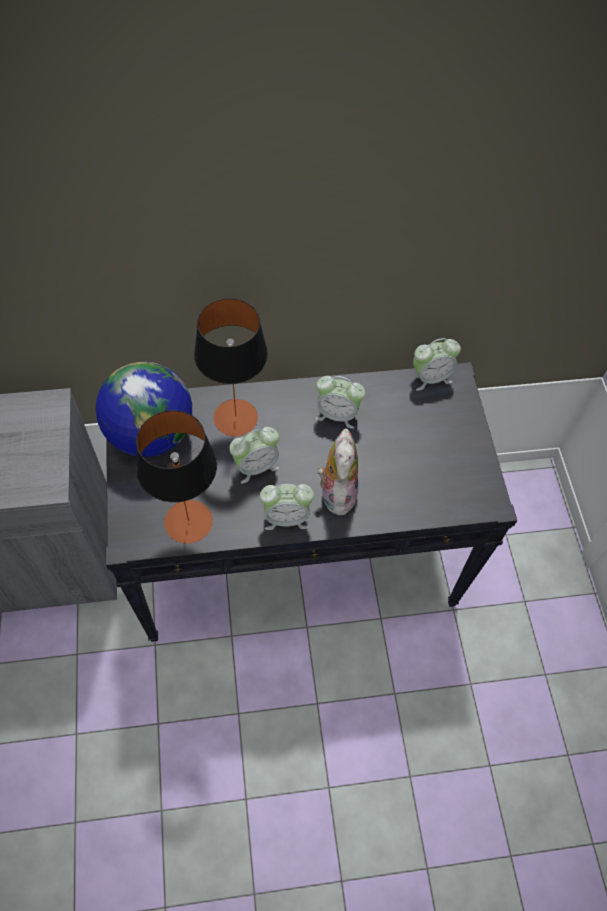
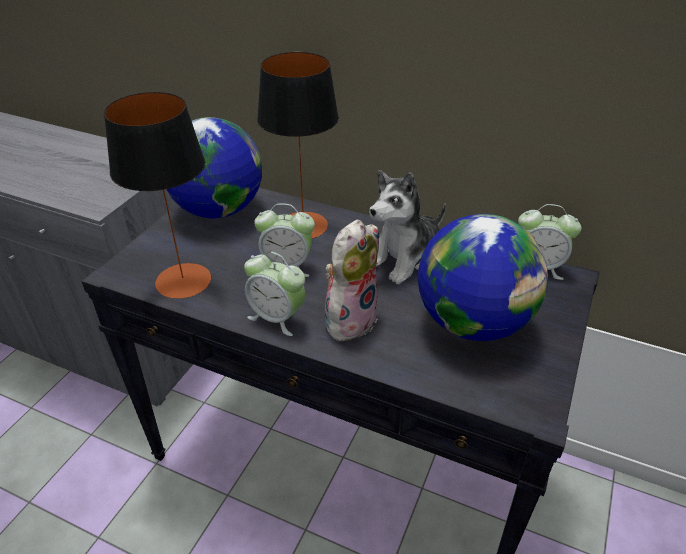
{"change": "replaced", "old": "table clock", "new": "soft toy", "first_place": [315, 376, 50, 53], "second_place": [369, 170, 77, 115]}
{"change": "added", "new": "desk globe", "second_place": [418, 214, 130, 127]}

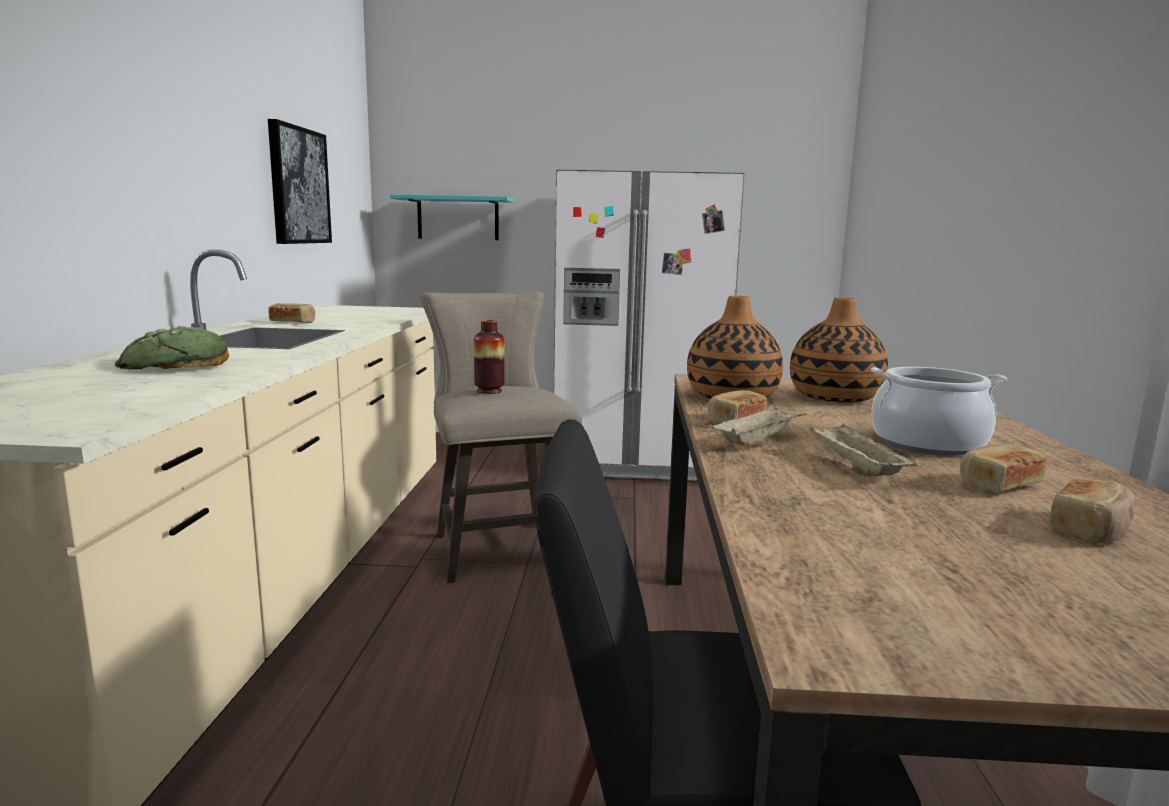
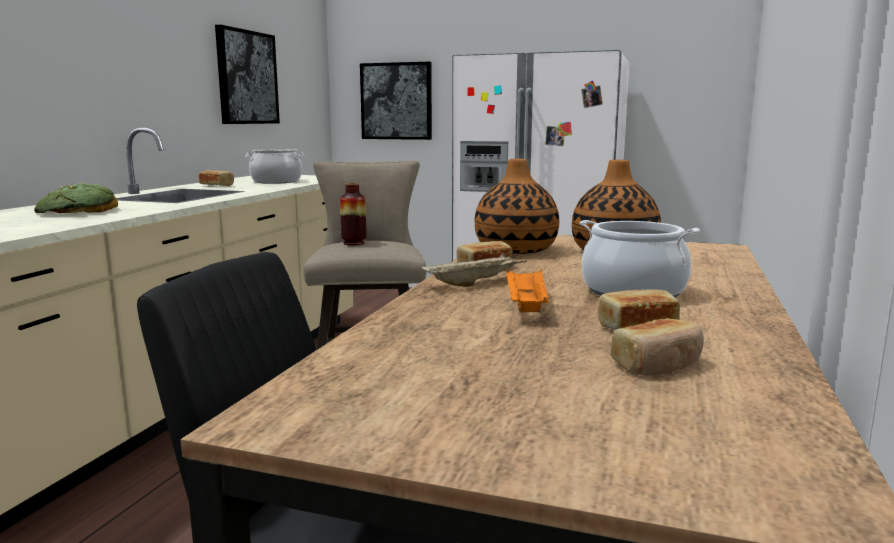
{"change": "added", "new": "cooking pot", "second_place": [246, 149, 58, 35]}
{"change": "replaced", "old": "bracket shelf in turquoise", "new": "picture", "first_place": [390, 194, 124, 46], "second_place": [360, 62, 72, 78]}
{"change": "recoloured", "old": "serving tray in beige", "new": "serving tray in orange-coloured", "first_place": [810, 424, 109, 52], "second_place": [506, 269, 43, 43]}

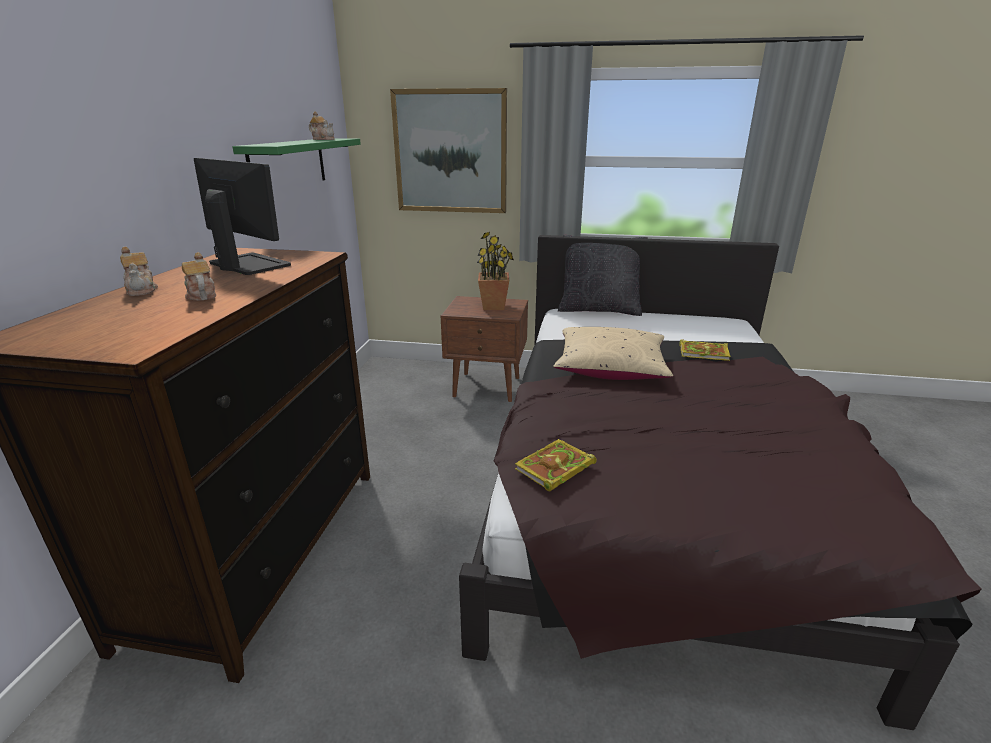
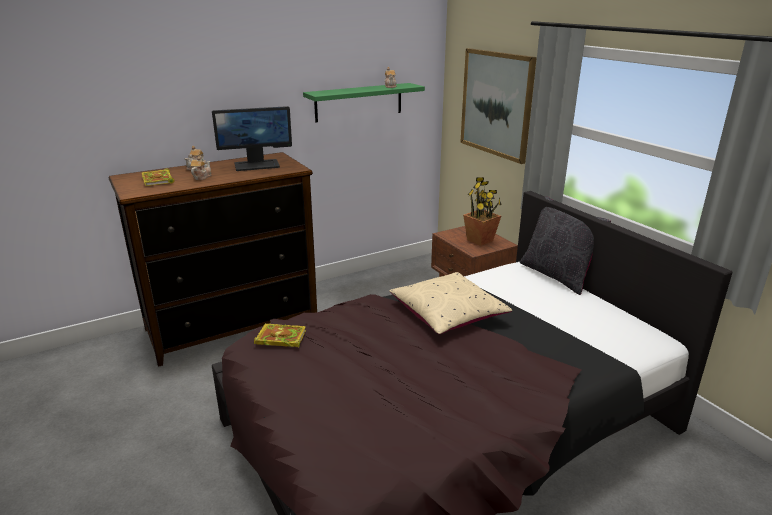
{"change": "moved", "old": "volume", "first_place": [679, 339, 52, 22], "second_place": [142, 169, 32, 17]}
{"change": "turned", "old": "computer screen", "first_place": [194, 158, 97, 117], "second_place": [212, 106, 80, 65], "degrees": 75}

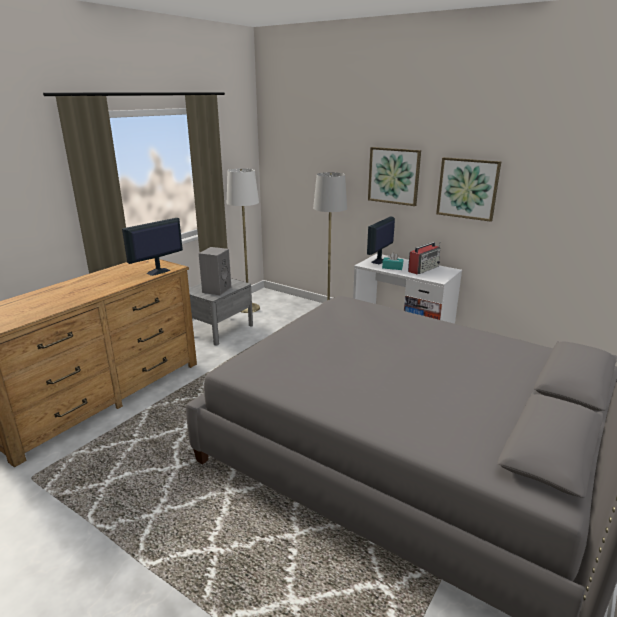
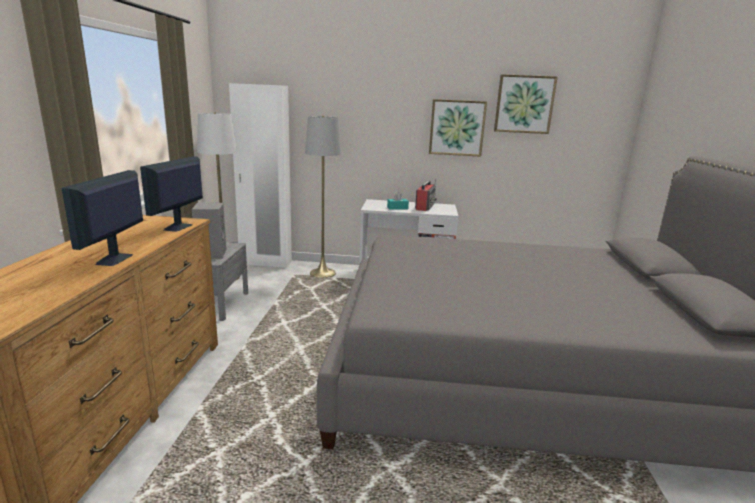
{"change": "moved", "old": "computer screen", "first_place": [367, 216, 28, 48], "second_place": [62, 170, 81, 96]}
{"change": "added", "new": "clothes cupboard in whitish", "second_place": [229, 83, 63, 185]}
{"change": "moved", "old": "picture", "first_place": [368, 147, 53, 59], "second_place": [494, 74, 64, 60]}

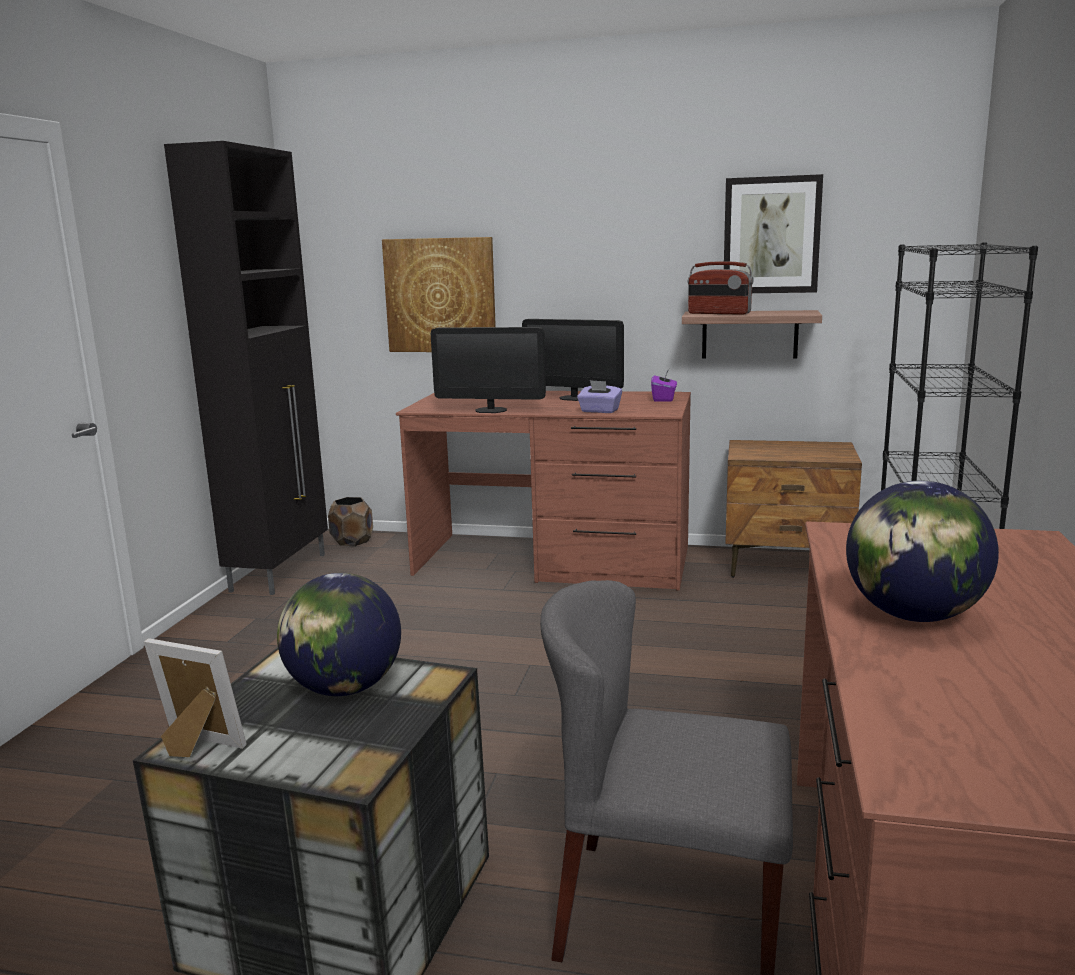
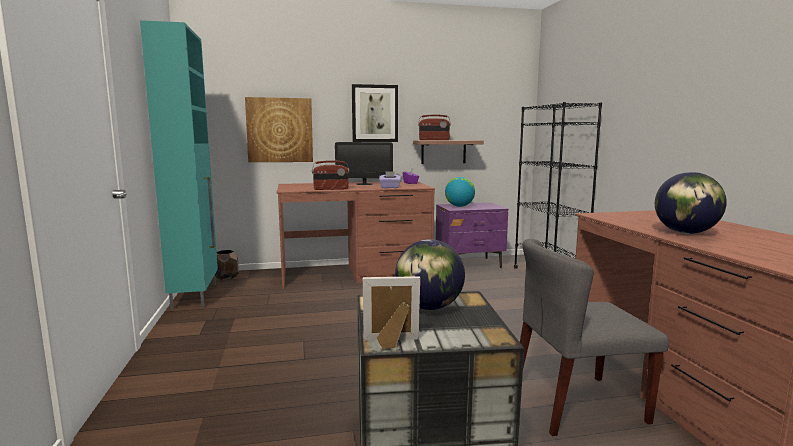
{"change": "recoloured", "old": "cupboard in blackish", "new": "cupboard in turquoise", "first_place": [164, 141, 164, 454], "second_place": [140, 20, 78, 290]}
{"change": "replaced", "old": "computer screen", "new": "radio receiver", "first_place": [430, 327, 116, 86], "second_place": [312, 160, 37, 30]}
{"change": "moved", "old": "picture", "first_place": [724, 174, 99, 119], "second_place": [352, 84, 46, 58]}
{"change": "recoloured", "old": "nightstand in brown", "new": "nightstand in purplish", "first_place": [725, 440, 137, 138], "second_place": [436, 203, 72, 65]}
{"change": "added", "new": "desk globe", "second_place": [445, 177, 30, 30]}

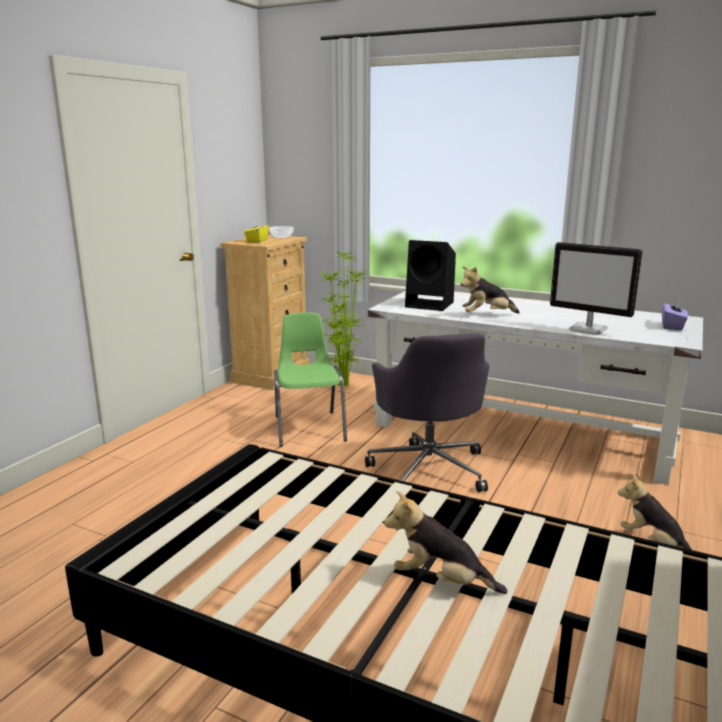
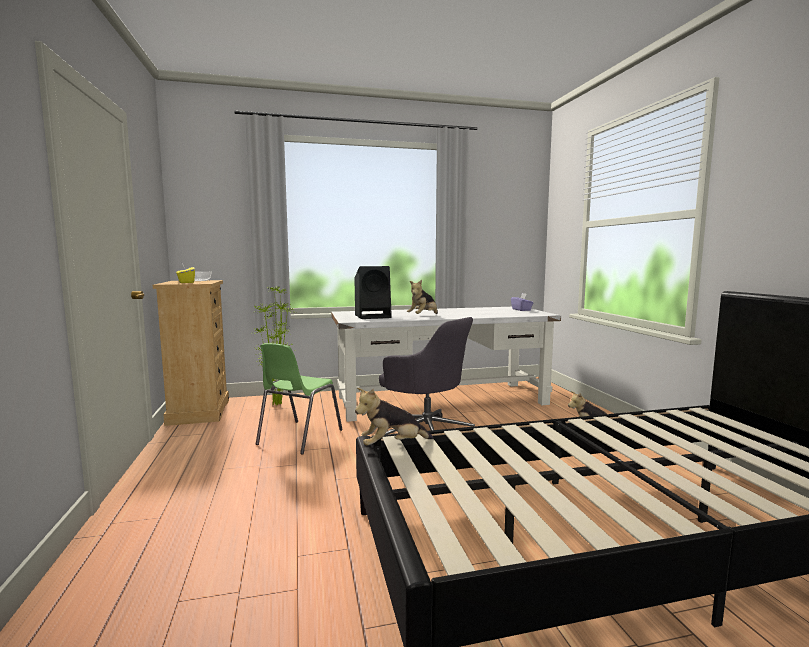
{"change": "turned", "old": "plain chair in greenish", "first_place": [274, 313, 73, 134], "second_place": [256, 343, 87, 112], "degrees": -105}
{"change": "moved", "old": "soft toy", "first_place": [384, 491, 123, 103], "second_place": [355, 388, 78, 57]}
{"change": "removed", "old": "computer screen", "first_place": [550, 242, 93, 93]}

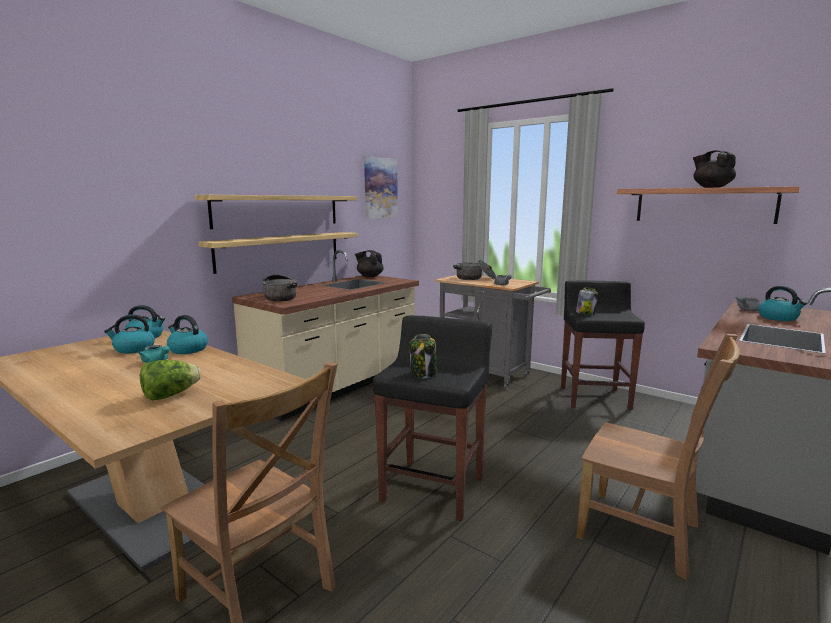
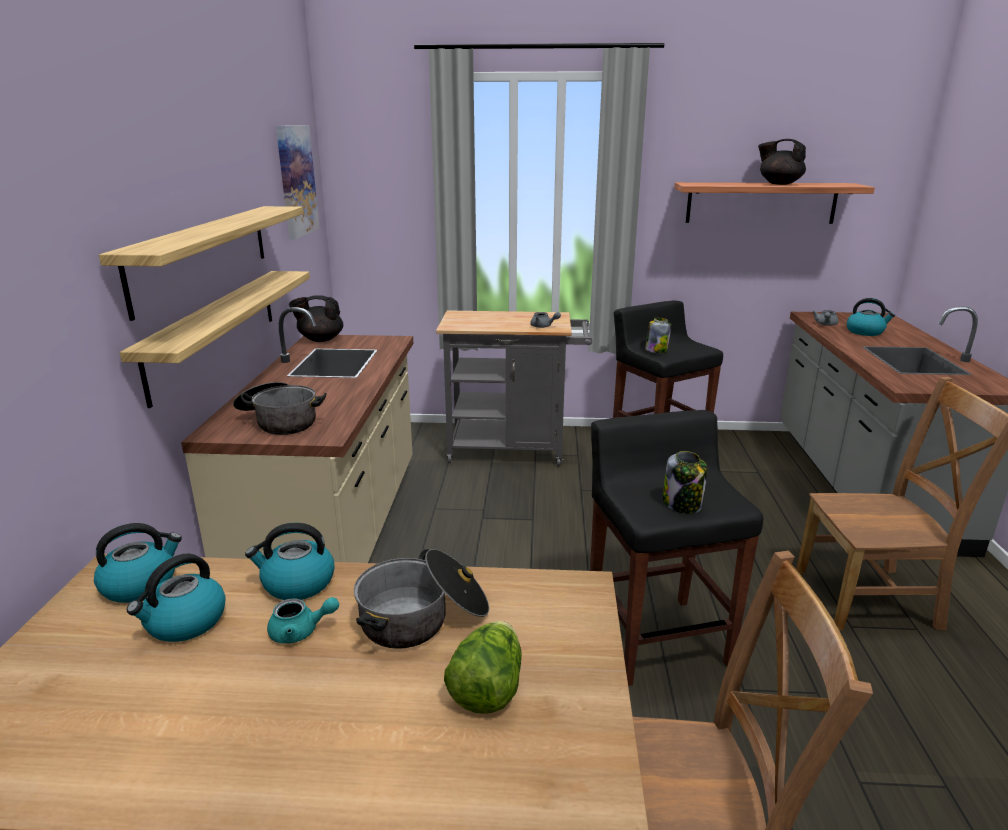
{"change": "moved", "old": "cooking pot", "first_place": [453, 260, 43, 20], "second_place": [354, 549, 135, 100]}

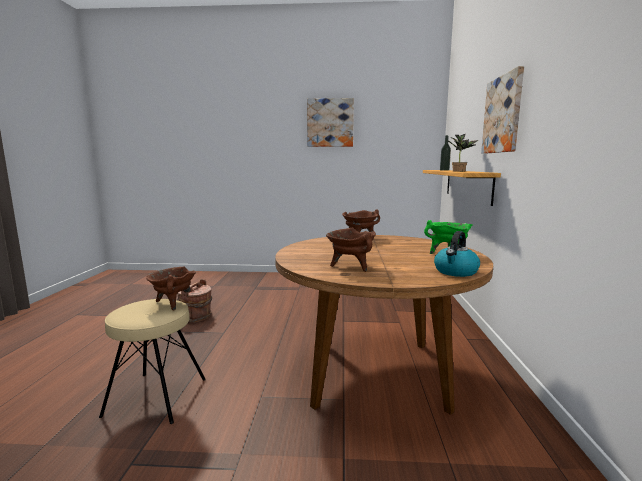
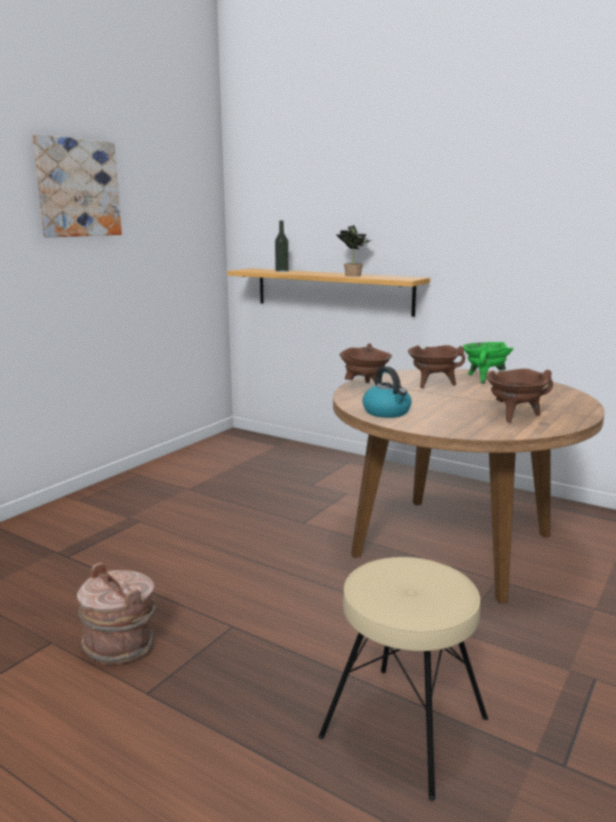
{"change": "moved", "old": "tea kettle", "first_place": [434, 231, 46, 46], "second_place": [362, 366, 50, 52]}
{"change": "moved", "old": "cooking pot in brown", "first_place": [146, 266, 50, 44], "second_place": [408, 345, 57, 43]}
{"change": "removed", "old": "picture", "first_place": [481, 66, 43, 88]}

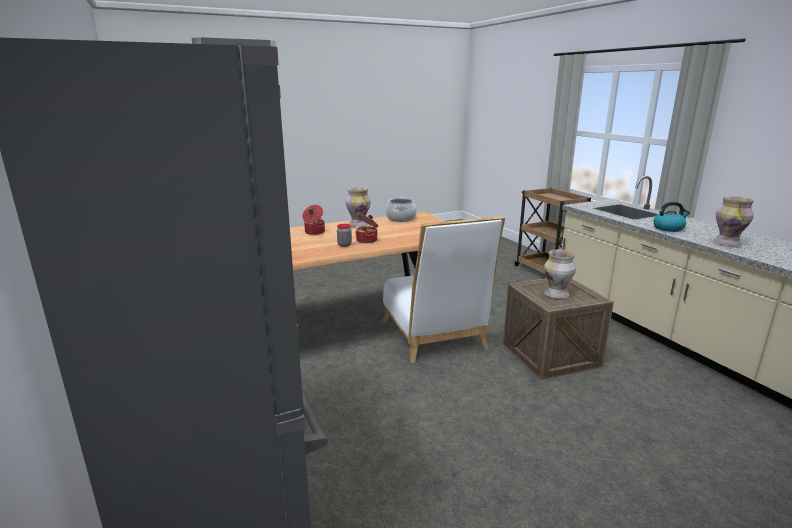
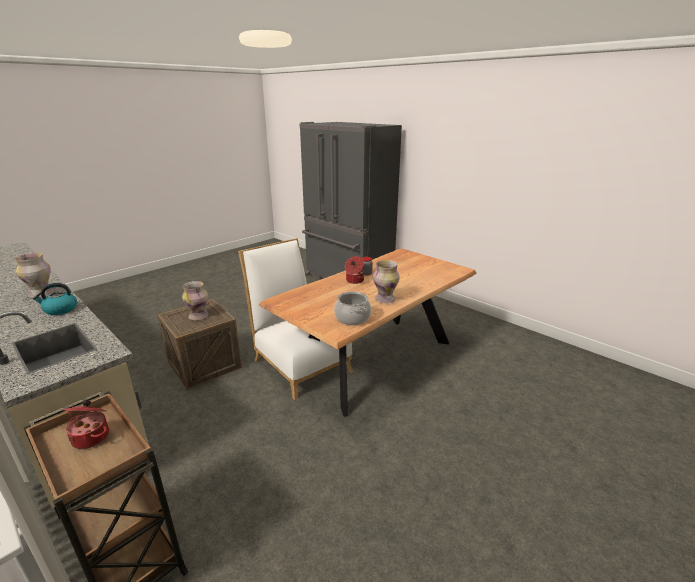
{"change": "moved", "old": "cooking pot", "first_place": [302, 205, 23, 30], "second_place": [62, 401, 47, 48]}

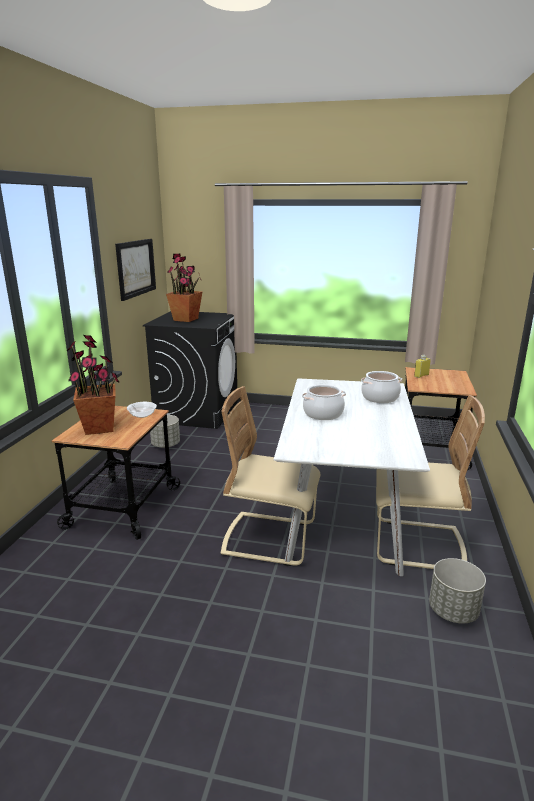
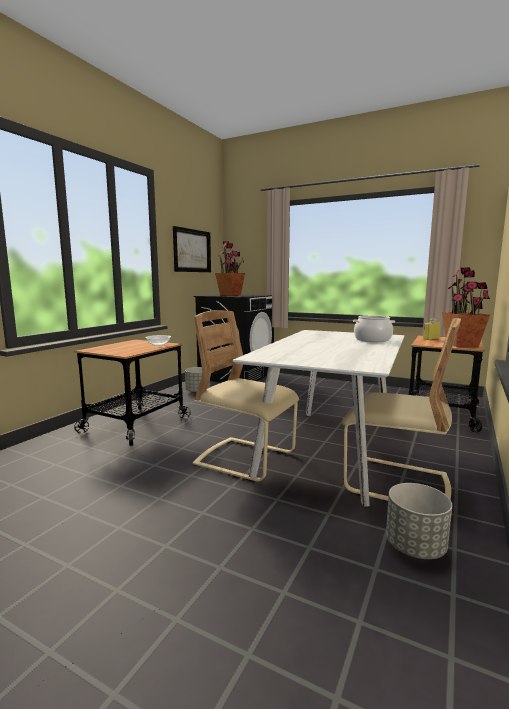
{"change": "moved", "old": "plant in a pot", "first_place": [66, 335, 54, 100], "second_place": [442, 267, 48, 80]}
{"change": "removed", "old": "cooking pot", "first_place": [302, 385, 44, 35]}

